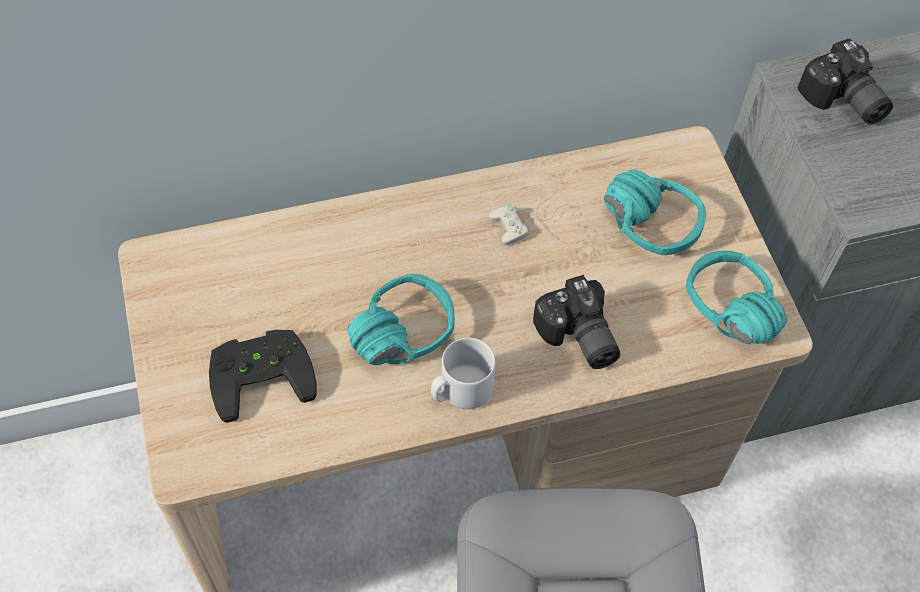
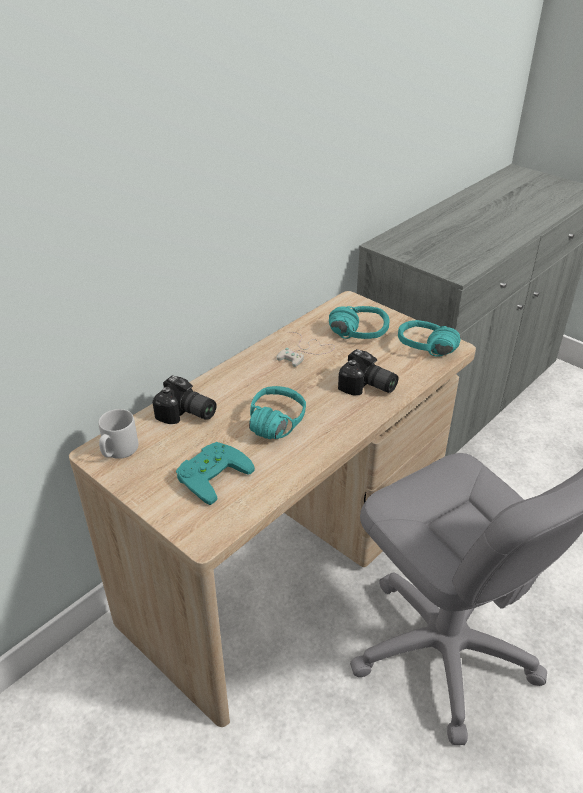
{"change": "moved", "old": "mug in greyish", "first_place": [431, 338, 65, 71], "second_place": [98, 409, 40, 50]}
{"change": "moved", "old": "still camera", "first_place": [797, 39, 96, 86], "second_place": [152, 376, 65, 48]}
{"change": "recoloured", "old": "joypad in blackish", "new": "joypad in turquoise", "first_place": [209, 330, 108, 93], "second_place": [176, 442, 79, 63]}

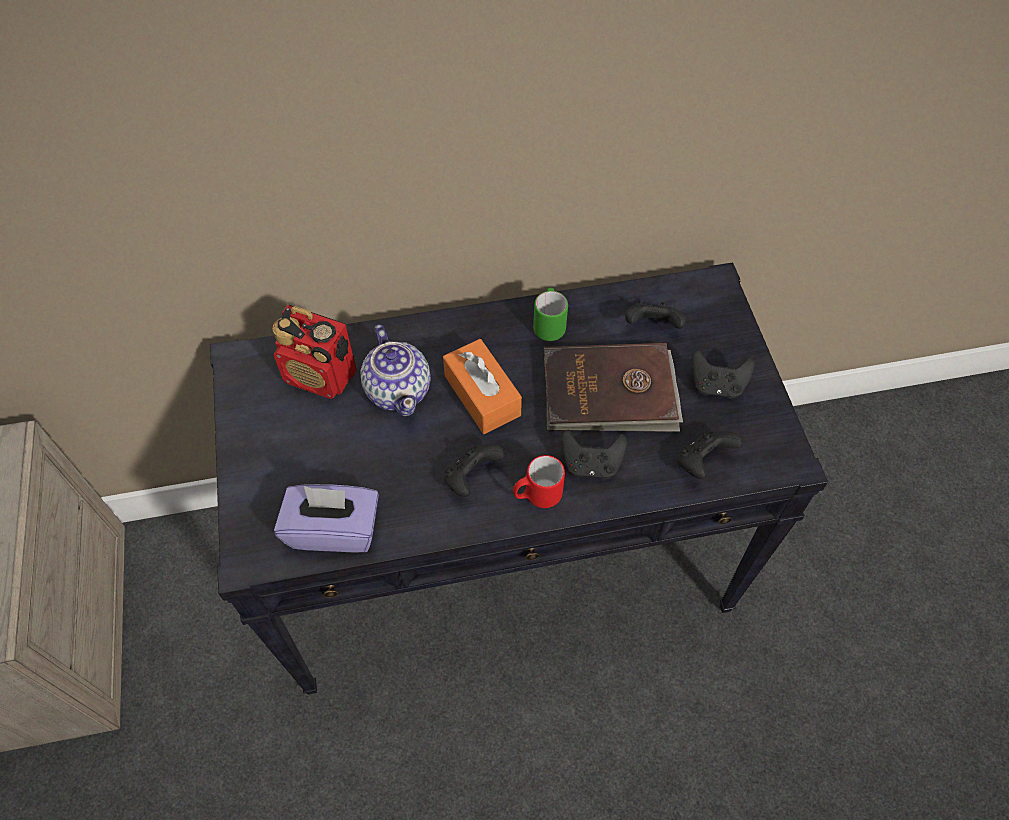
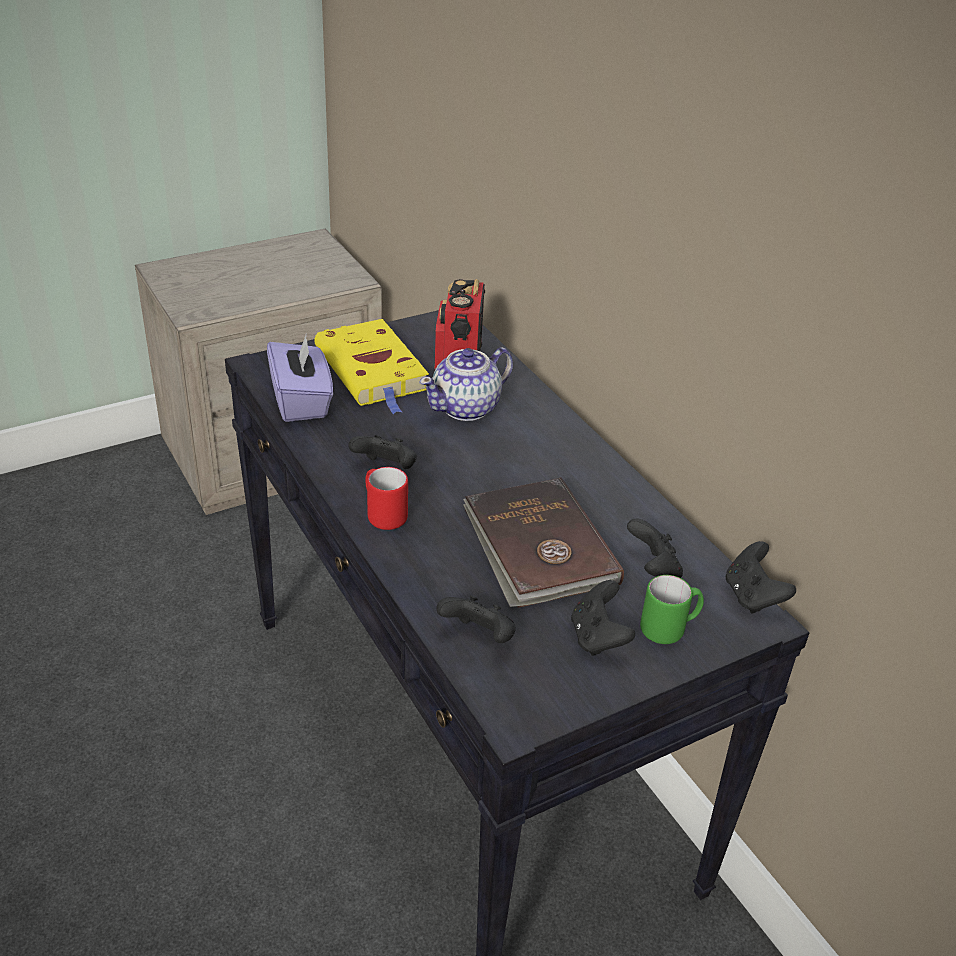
{"change": "added", "new": "volume in yellow-coloured", "second_place": [314, 319, 115, 95]}
{"change": "moved", "old": "mug in greenish", "first_place": [533, 288, 35, 53], "second_place": [640, 575, 64, 69]}
{"change": "moved", "old": "joypad in blackish", "first_place": [561, 430, 66, 49], "second_place": [726, 541, 70, 73]}
{"change": "removed", "old": "tissue box in orange-coloured", "first_place": [443, 339, 79, 95]}

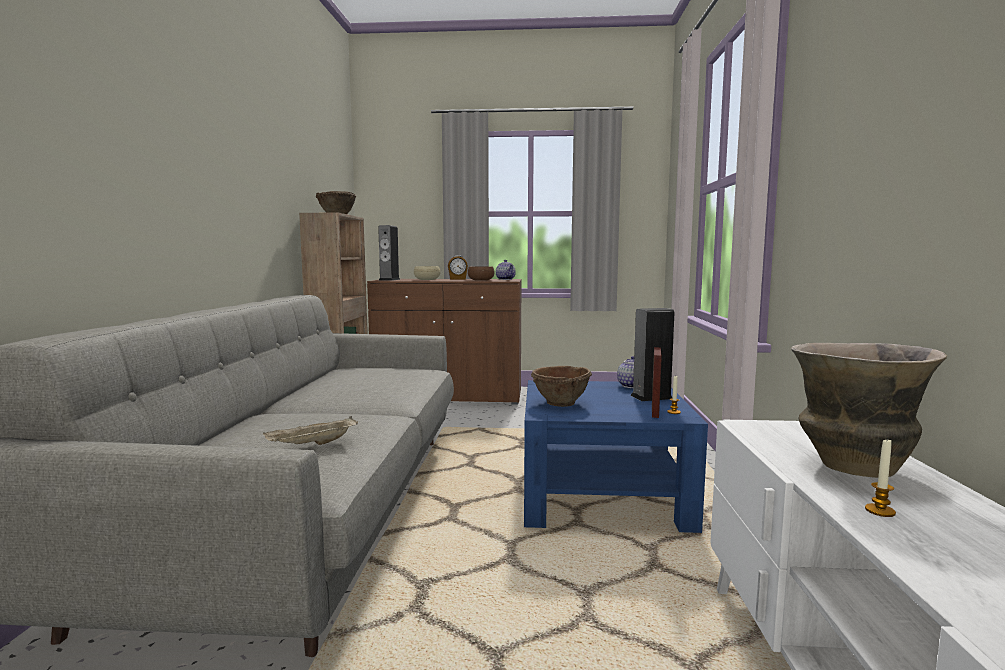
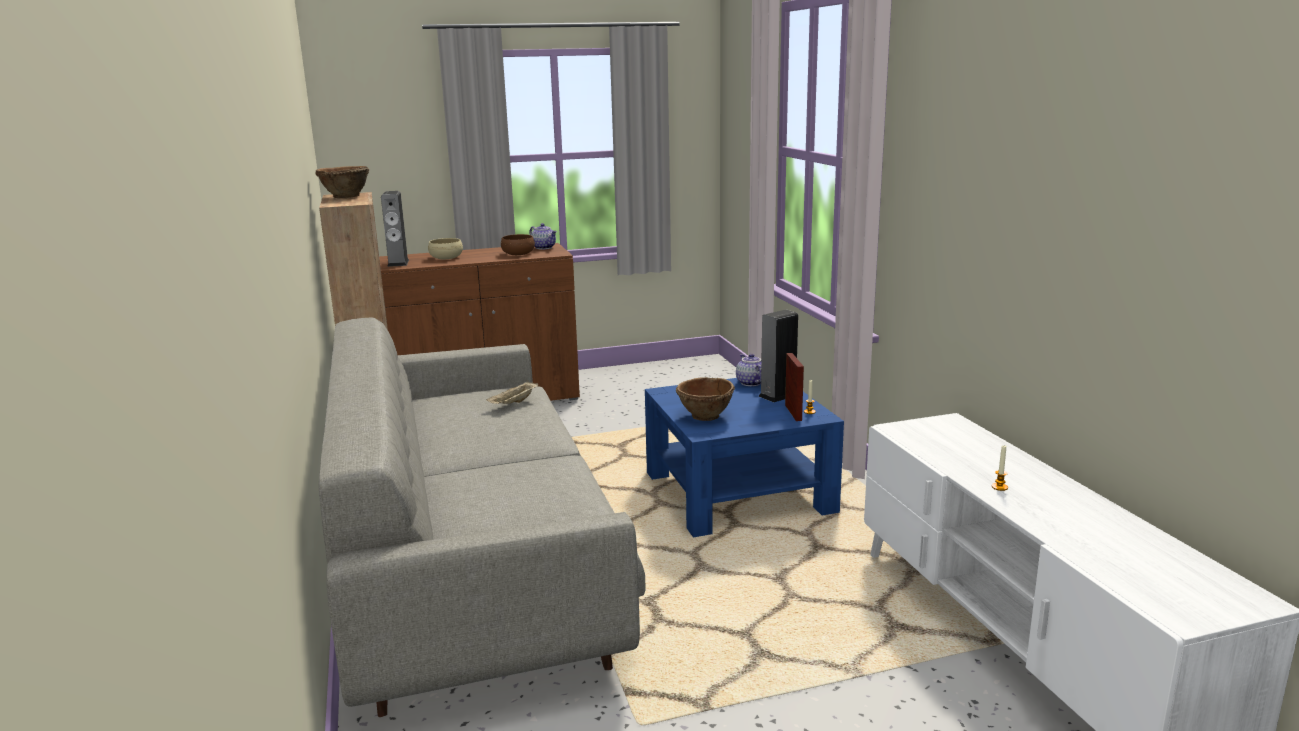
{"change": "moved", "old": "serving tray in beige", "first_place": [263, 416, 95, 29], "second_place": [486, 380, 53, 24]}
{"change": "removed", "old": "table clock", "first_place": [448, 255, 20, 24]}
{"change": "removed", "old": "vase", "first_place": [791, 343, 156, 135]}

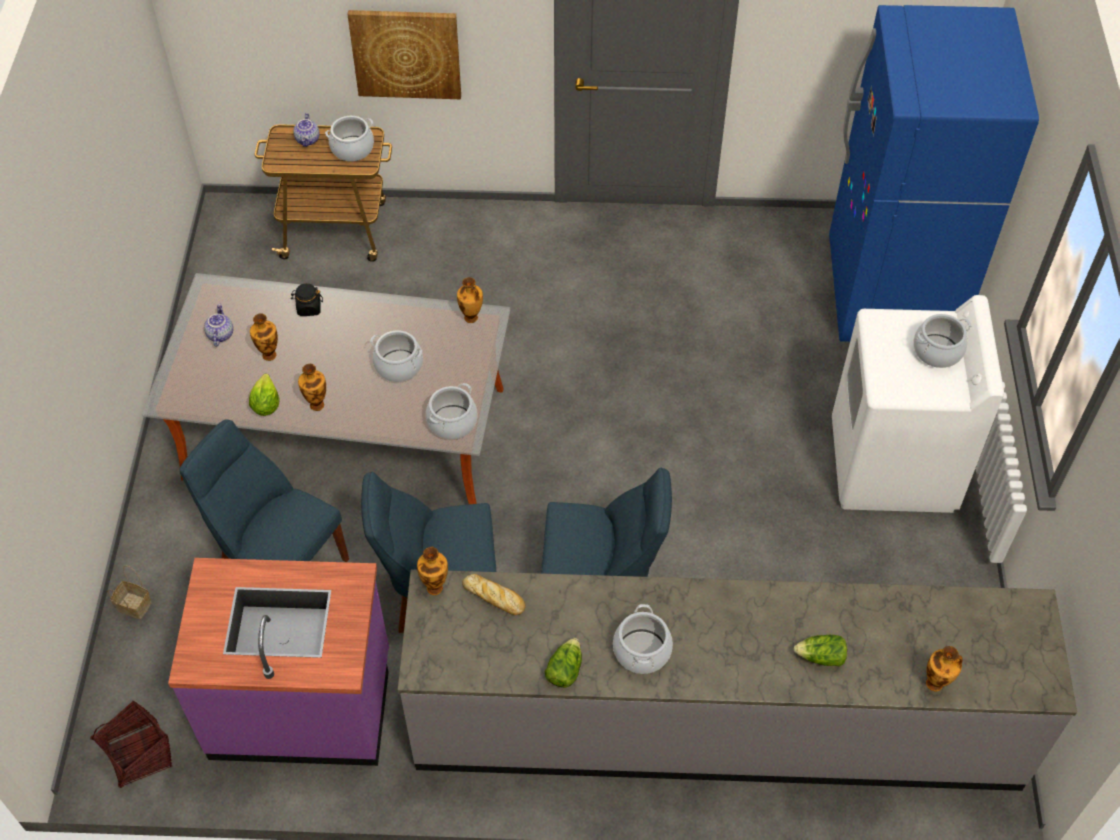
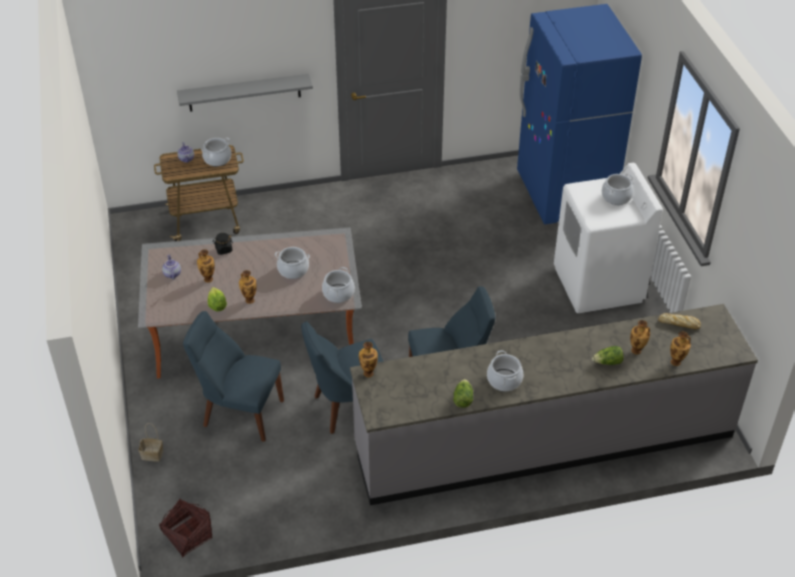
{"change": "replaced", "old": "picture", "new": "bracket shelf in greyish", "first_place": [347, 10, 114, 89], "second_place": [177, 74, 136, 38]}
{"change": "moved", "old": "vase", "first_place": [457, 277, 26, 46], "second_place": [630, 320, 20, 34]}
{"change": "moved", "old": "bakery bread", "first_place": [462, 574, 64, 41], "second_place": [658, 313, 43, 17]}
{"change": "removed", "old": "kitchen base unit in purplish", "first_place": [168, 558, 221, 208]}

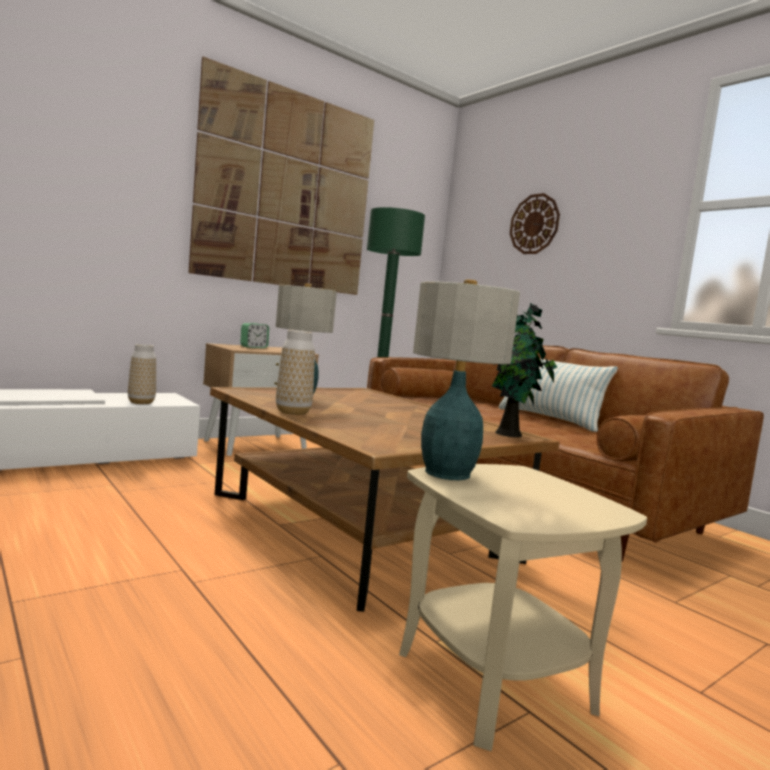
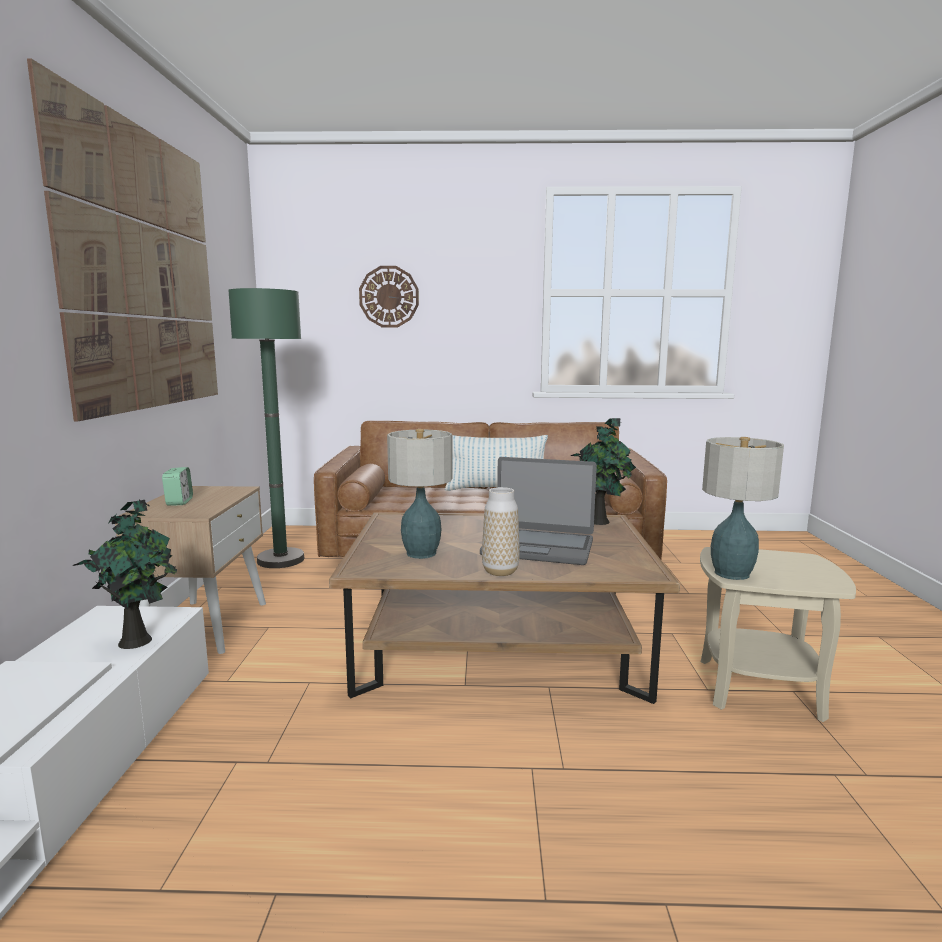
{"change": "replaced", "old": "vase", "new": "plant in a pot", "first_place": [128, 344, 28, 60], "second_place": [73, 500, 104, 149]}
{"change": "added", "new": "notebook computer", "second_place": [480, 457, 117, 108]}

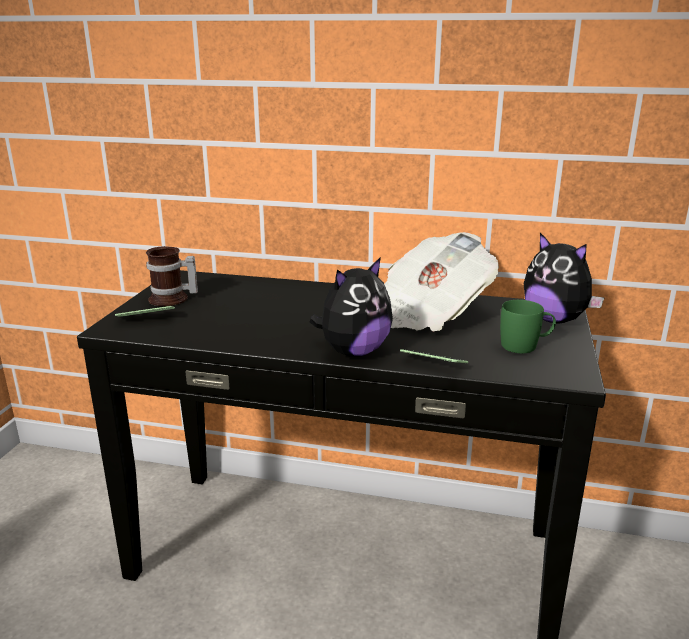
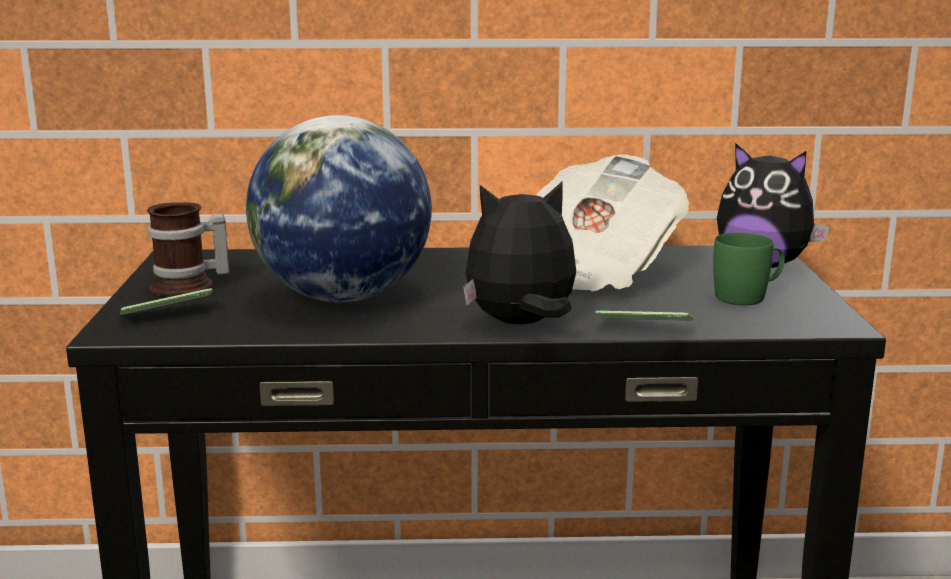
{"change": "added", "new": "desk globe", "second_place": [246, 115, 186, 187]}
{"change": "turned", "old": "soft toy", "first_place": [310, 257, 83, 100], "second_place": [463, 181, 113, 143], "degrees": -135}

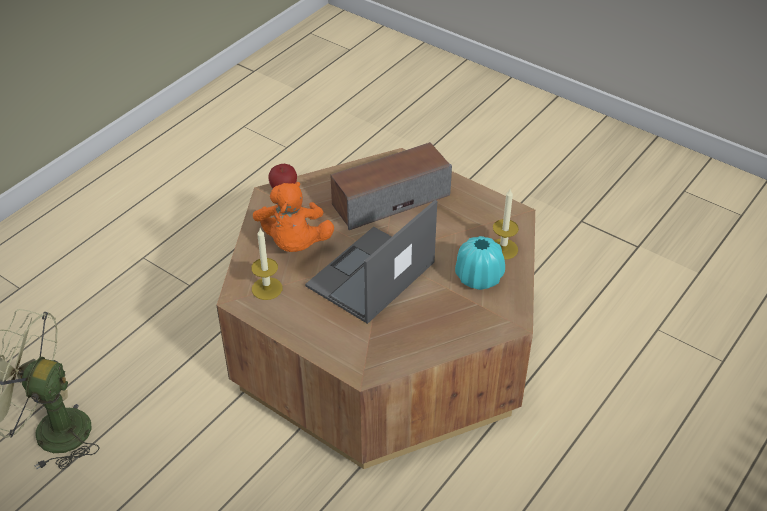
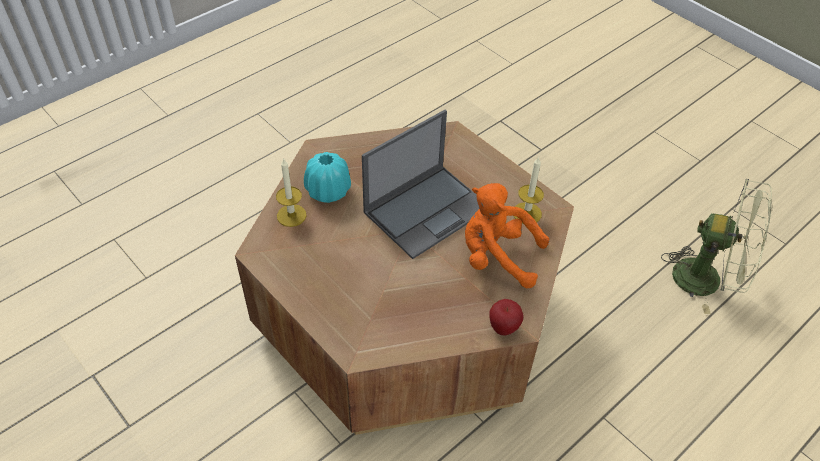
{"change": "turned", "old": "soft toy in orange-coloured", "first_place": [253, 182, 81, 70], "second_place": [465, 183, 84, 106], "degrees": -75}
{"change": "removed", "old": "audio speaker", "first_place": [331, 142, 121, 88]}

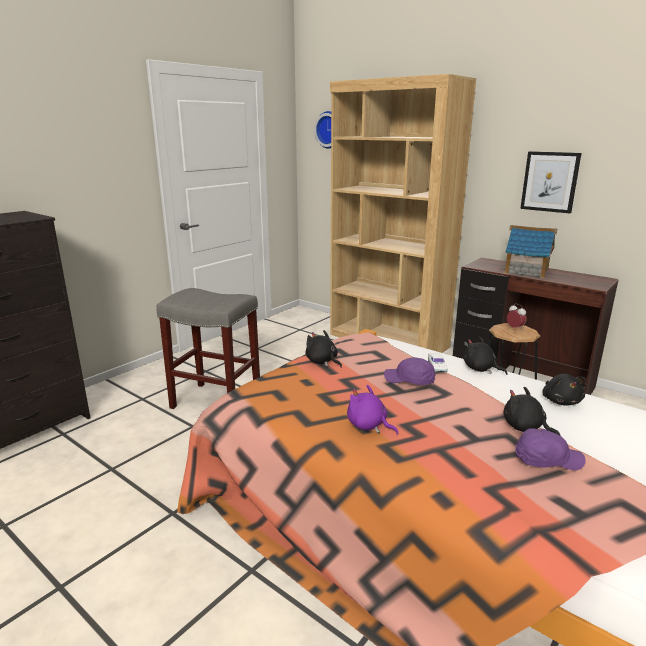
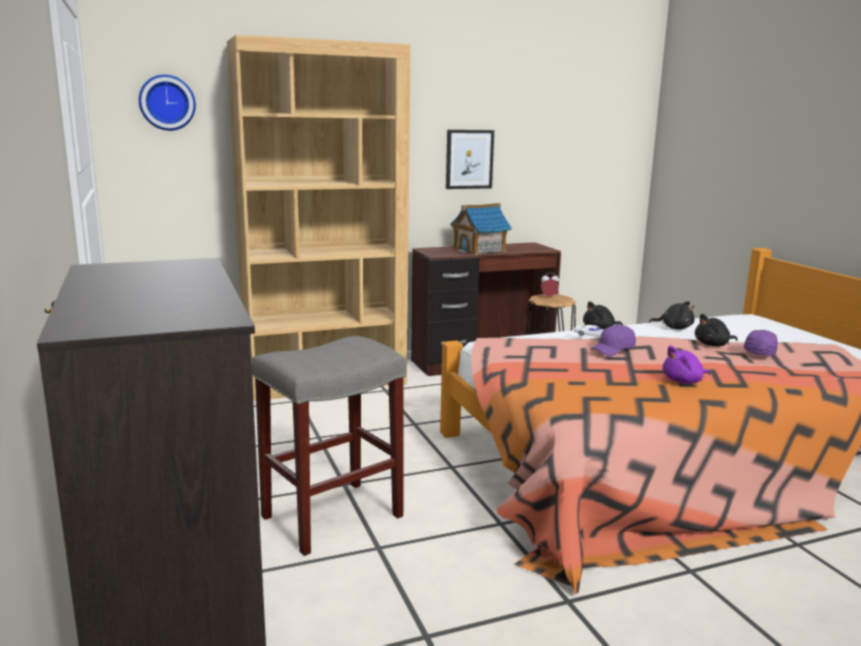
{"change": "removed", "old": "soft toy in blackish", "first_place": [305, 330, 37, 38]}

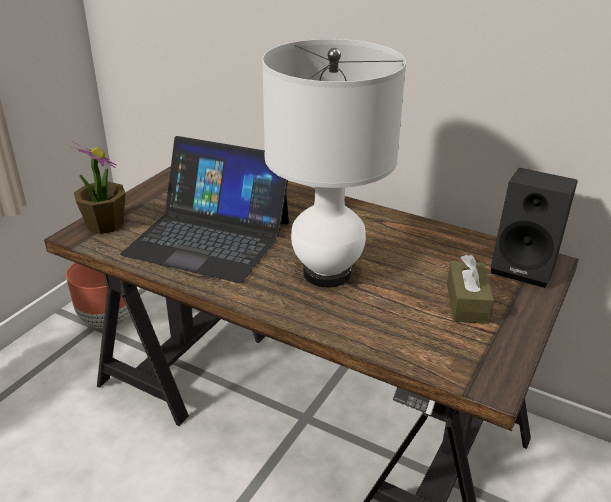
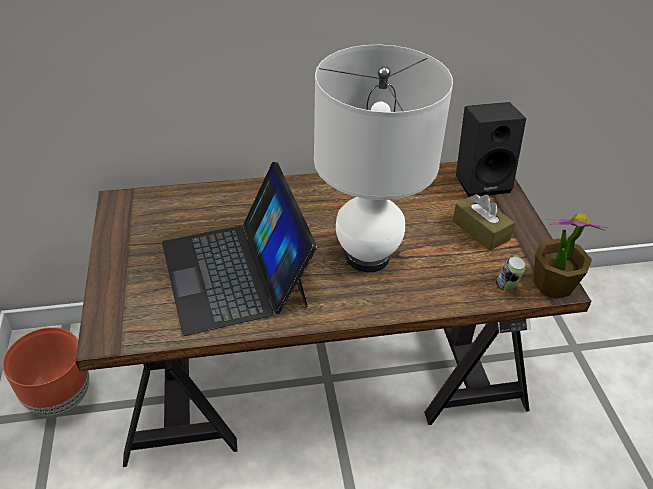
{"change": "turned", "old": "notebook computer", "first_place": [120, 136, 169, 147], "second_place": [162, 162, 155, 174], "degrees": 90}
{"change": "added", "new": "metal can", "second_place": [496, 256, 29, 36]}
{"change": "moved", "old": "plant in a pot", "first_place": [70, 141, 56, 93], "second_place": [534, 213, 74, 86]}

